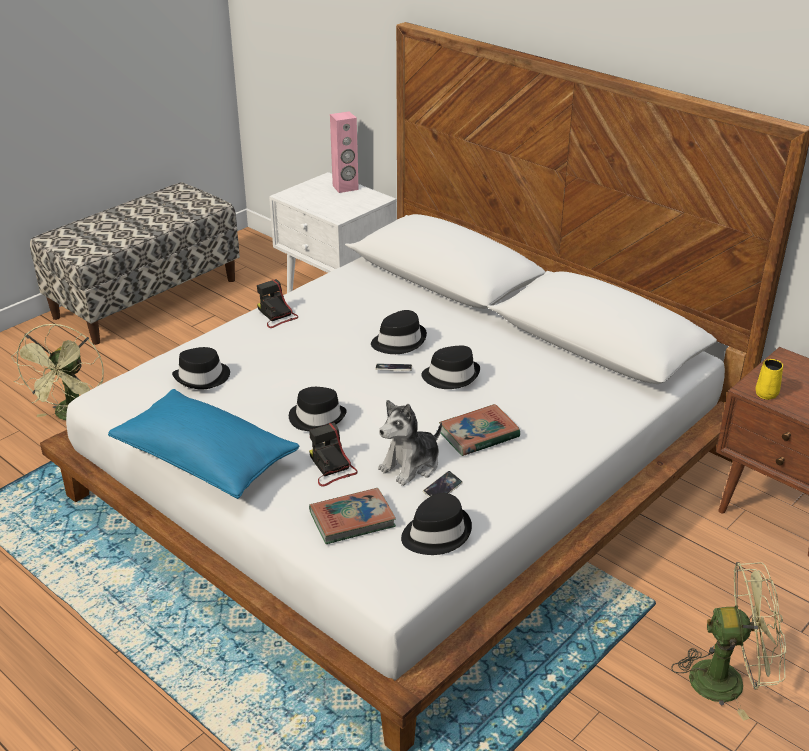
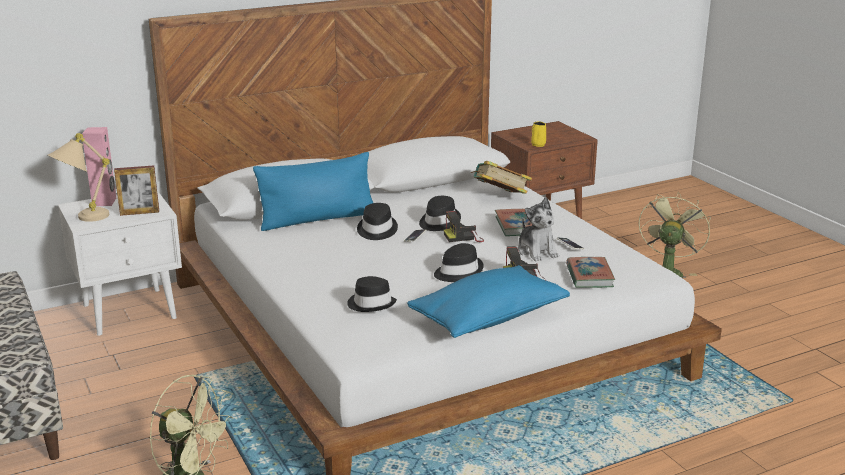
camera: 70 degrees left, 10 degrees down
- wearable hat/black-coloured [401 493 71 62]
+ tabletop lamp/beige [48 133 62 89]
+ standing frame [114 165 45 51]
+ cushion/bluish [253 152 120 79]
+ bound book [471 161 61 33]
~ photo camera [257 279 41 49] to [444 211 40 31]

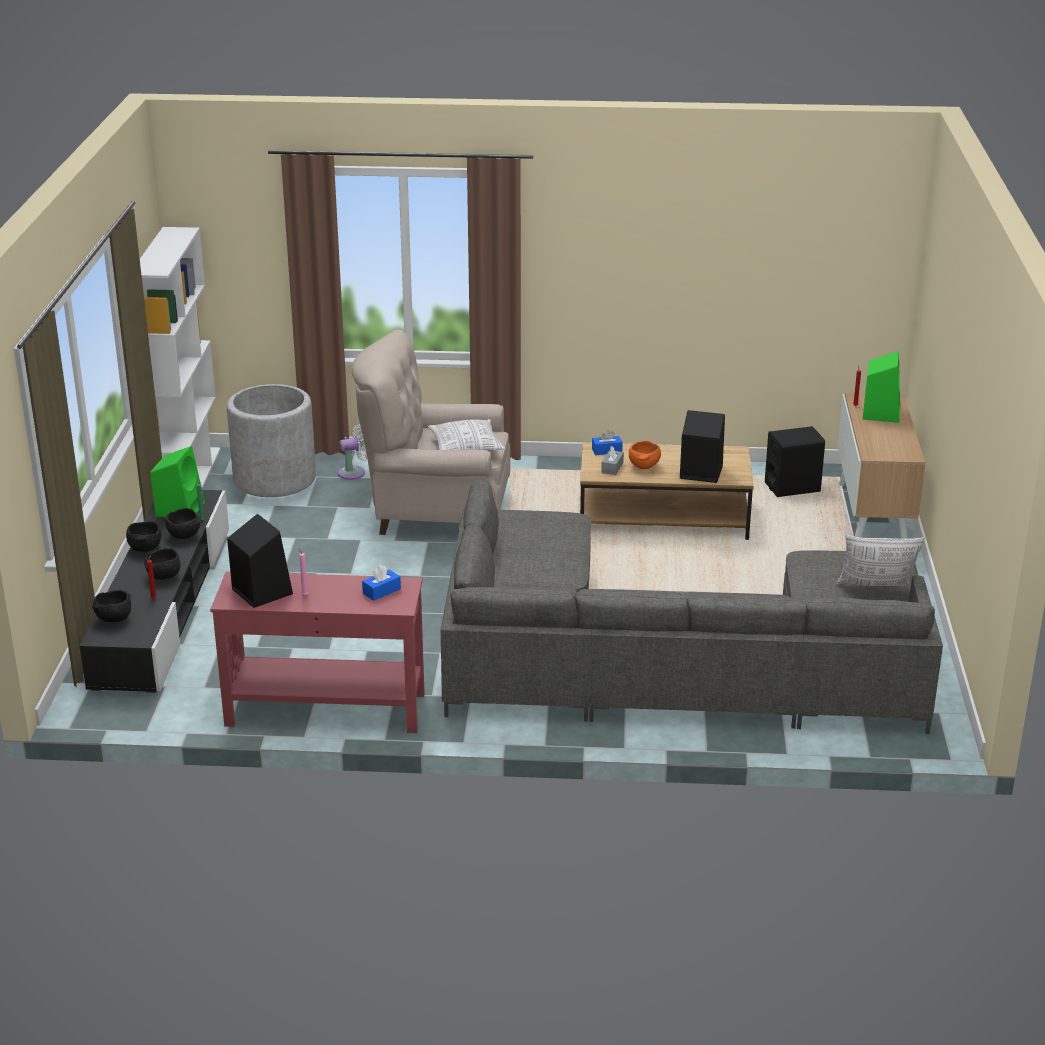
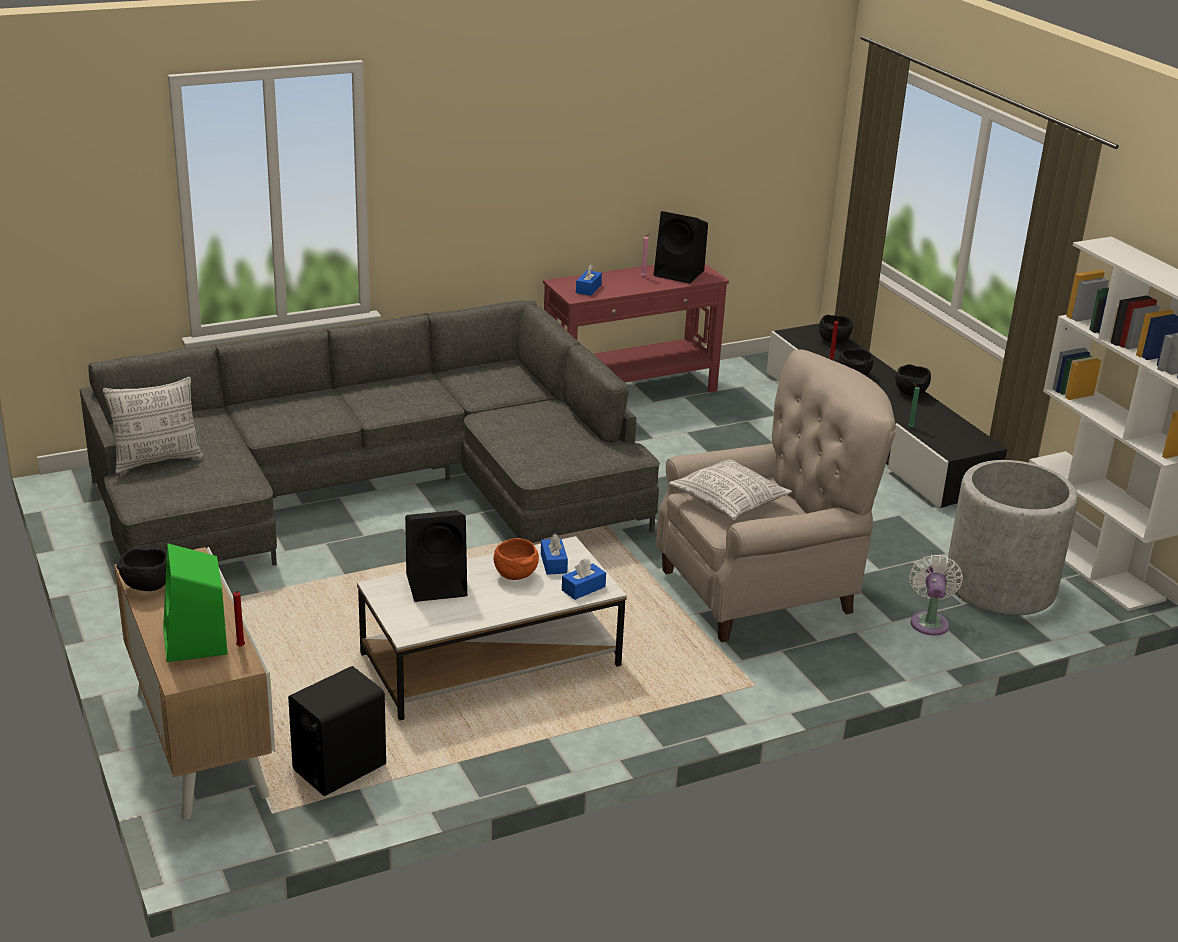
camera: 150 degrees right, 0 degrees up
- speaker/greenish [150 446 55 71]
~ deep dish/black-coloured [164 508 37 31] to [116 548 51 43]
~ low table/brown-coloured [580 443 174 97] to low table/white-coloured [357 536 270 185]
~ tissue box/grey [601 446 23 29] to tissue box/bluish [541 534 27 41]
~ electric fan/white-coloured [338 425 30 55] = [909 555 54 81] 150 degrees clockwise

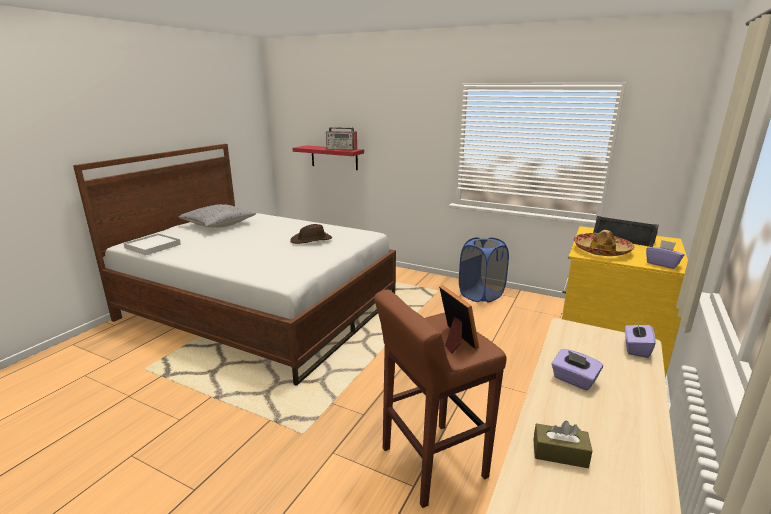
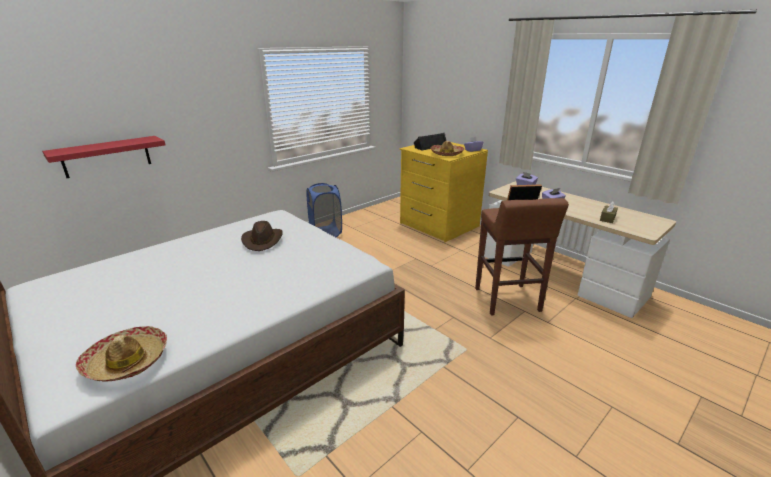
camera: 70 degrees left, 5 degrees up
- cushion/grey [179 204 77 24]
- radio set [326 127 31 24]
~ serving tray/white-coloured [124 233 57 22] to wearable hat [76 326 91 56]

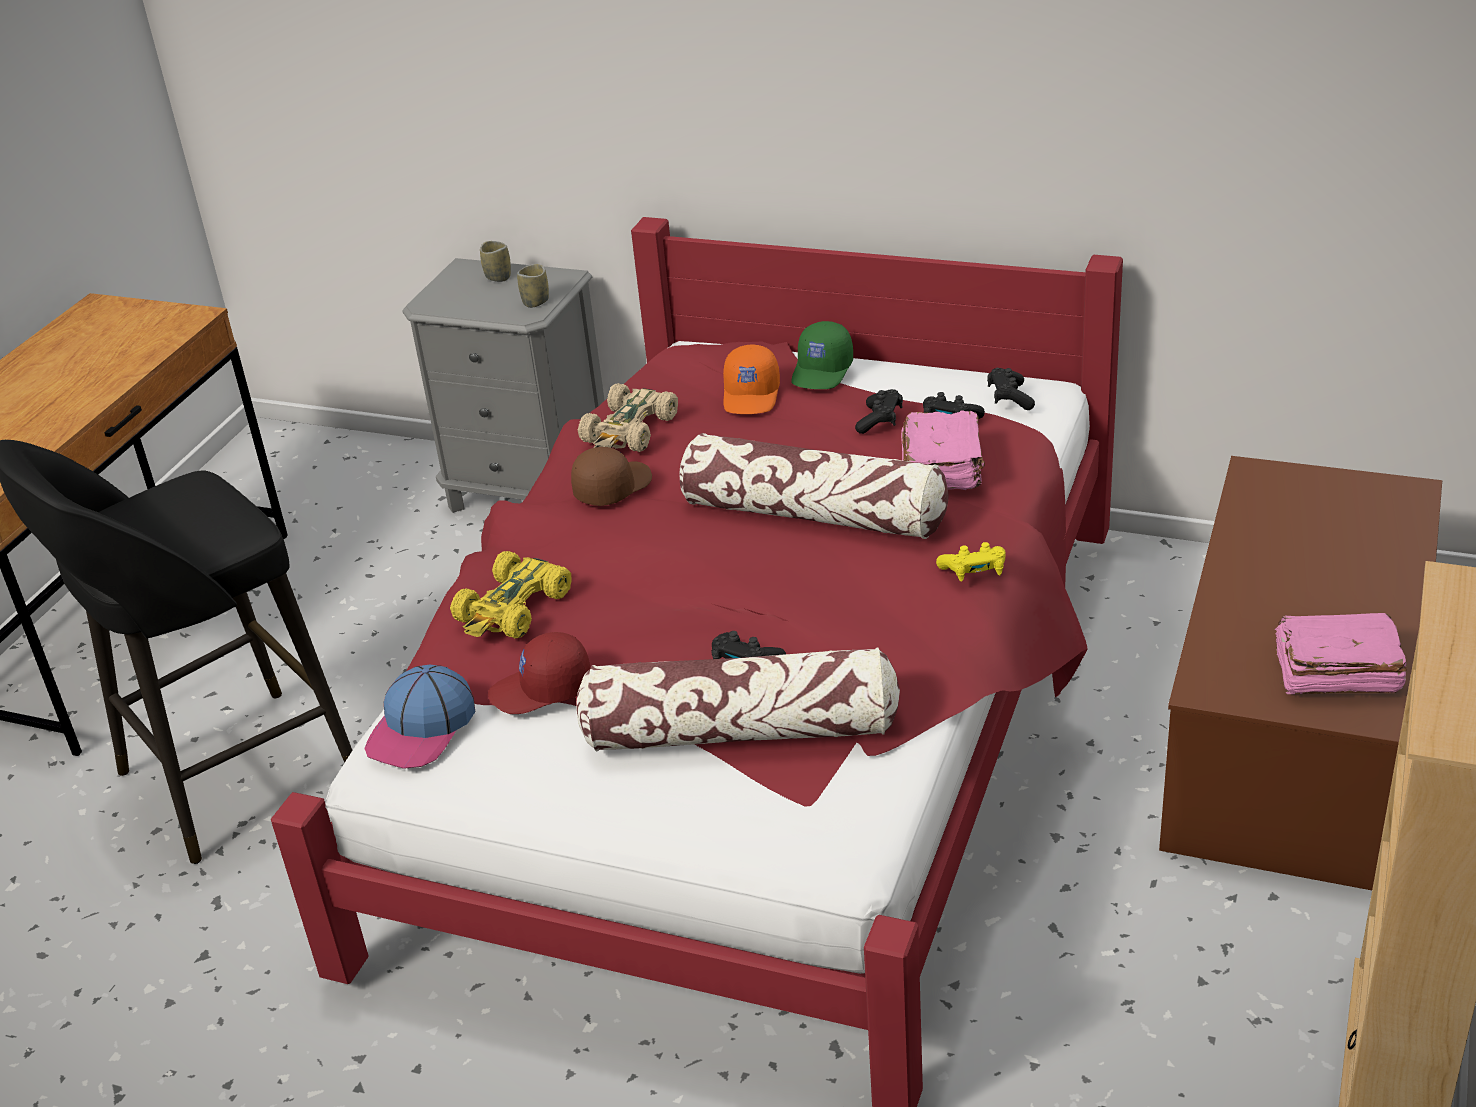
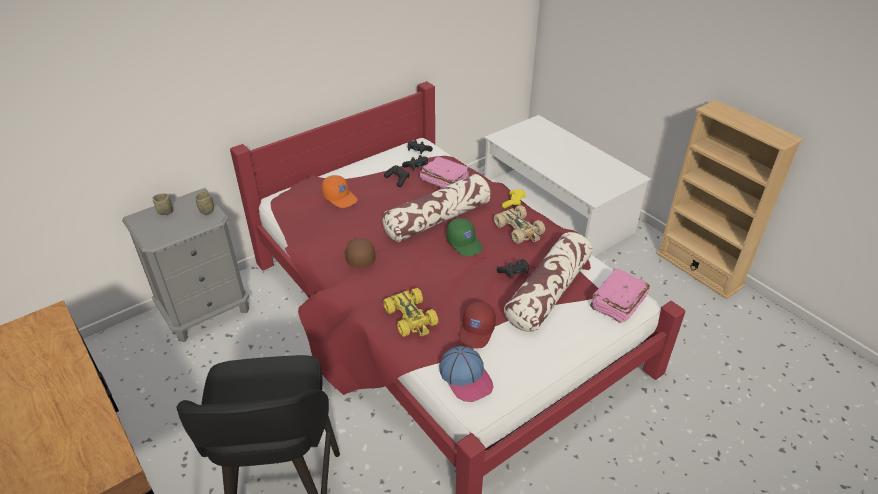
camera: 60 degrees left, 5 degrees up
~ miniature car/beige [578 383 100 69] to [494 205 51 39]
~ peaked cap/greenish [791 321 62 68] to [446 218 37 38]
~ bound book/pink-coloured [1275 613 132 81] to [590 269 60 54]
~ low table/brown-coloured [1159 456 283 434] to low table/white-coloured [484 115 167 141]

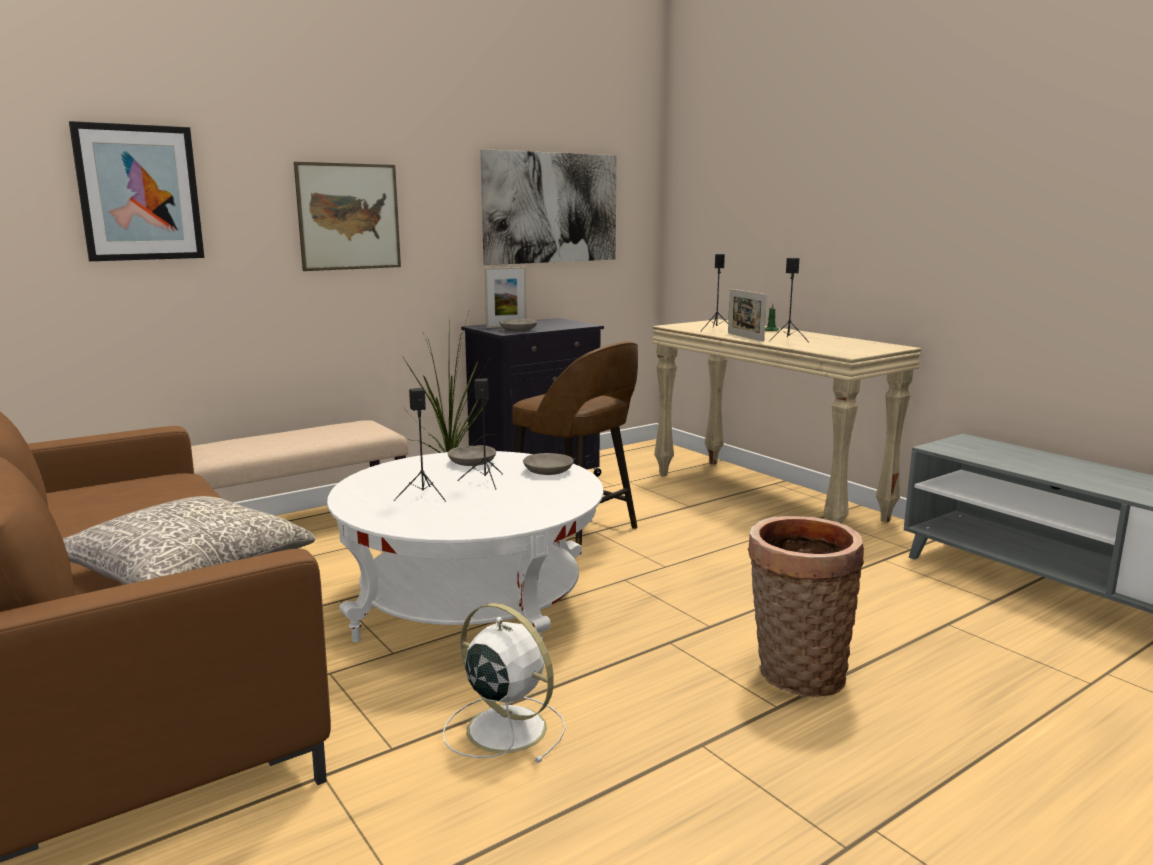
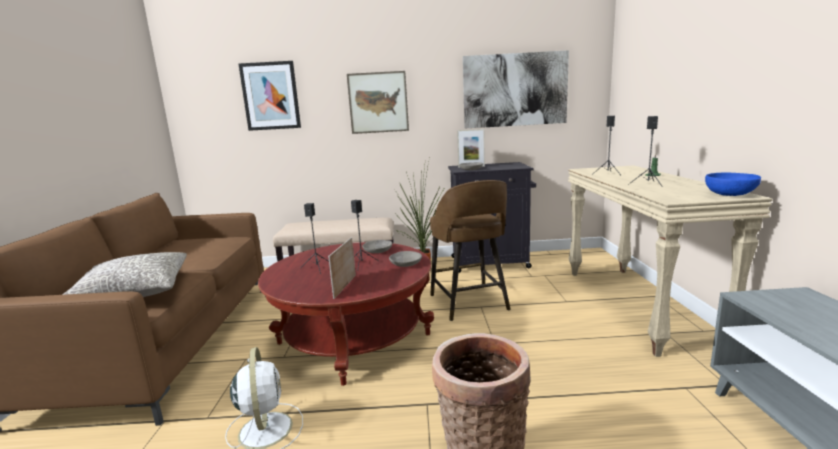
camera: 35 degrees right, 0 degrees up
+ deep dish/bluish [705 173 56 23]
~ standing frame [728 289 39 53] to [328 237 28 62]
~ low table/white-coloured [327 451 276 191] to low table/red-coloured [258 242 176 144]

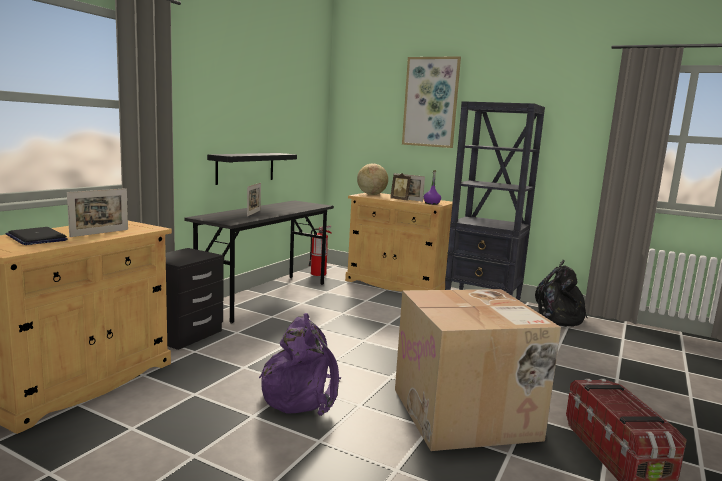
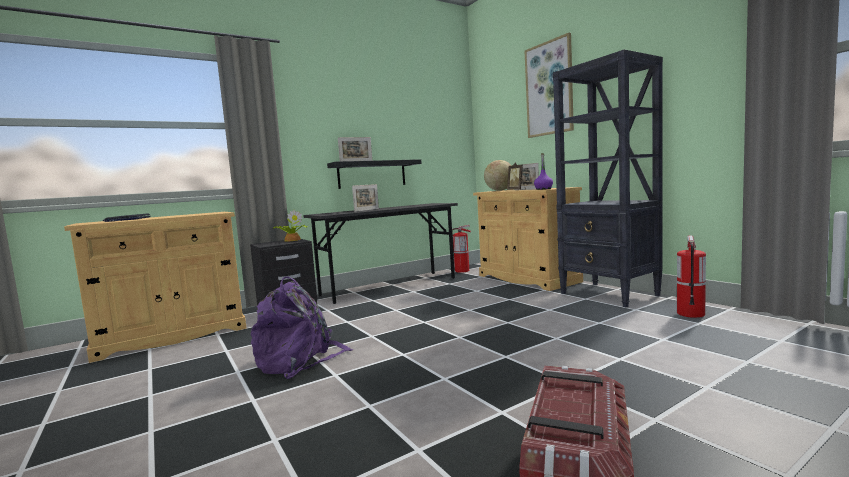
camera: 30 degrees right, 5 degrees down
- carton [395 289 166 162]
+ houseplant [273 210 34 32]
~ standing frame [67 188 61 49] to [338 137 34 24]
~ backpack/black-coloured [535 260 53 67] to fire extinguisher [677 236 29 82]

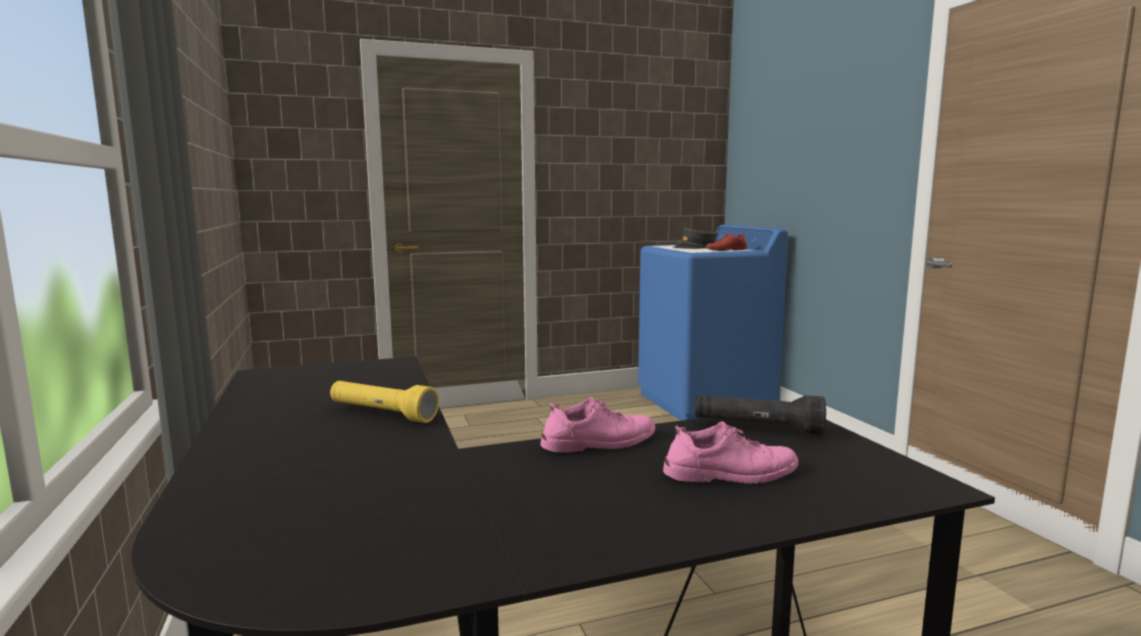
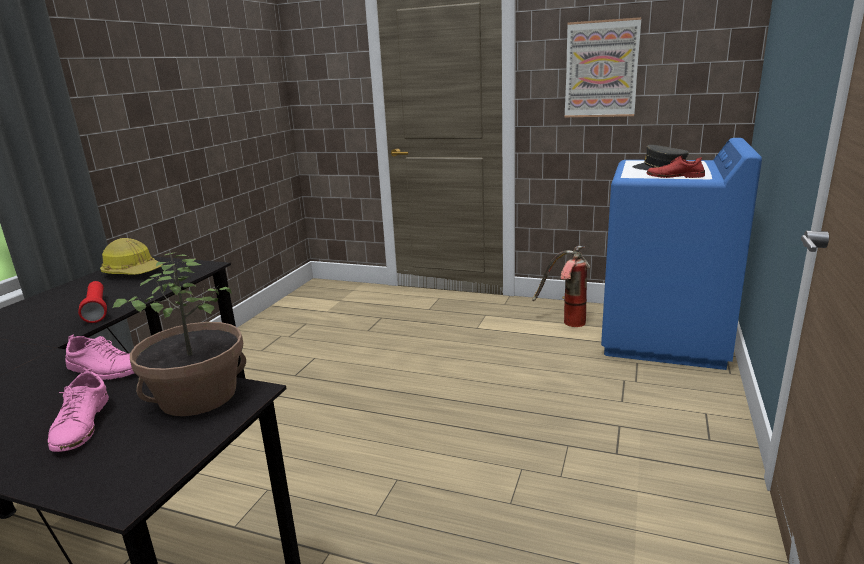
camera: 40 degrees right, 10 degrees up
+ hard hat [100 238 63 37]
+ fire extinguisher [532 246 58 81]
+ picture [565 17 76 100]
~ torch/black-coloured [695 395 131 40] to houseplant [113 252 133 164]
~ torch/yellow [330 381 109 42] to torch/red-coloured [78 281 29 42]
~ low shoe/pink-coloured [663 421 135 63] = [48 369 61 83] 45 degrees clockwise

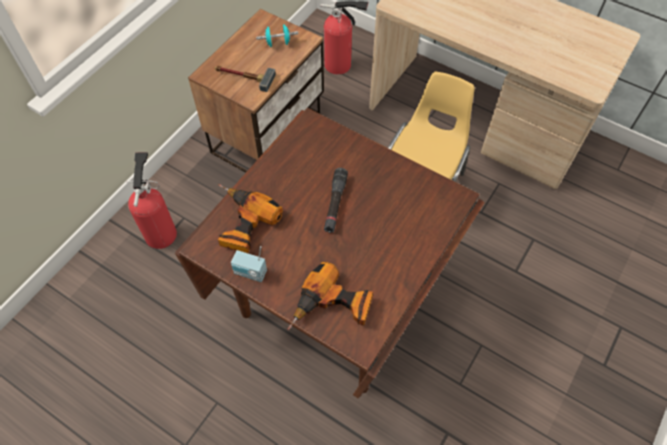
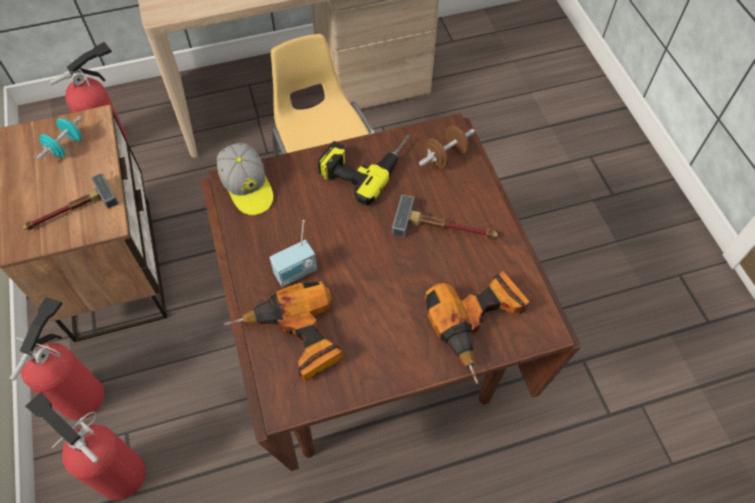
camera: 50 degrees left, 0 degrees up
- torch/black-coloured [324 168 24 65]
+ fire extinguisher [9 297 95 123]
+ peaked cap [217 143 56 72]
+ electric drill [318 134 93 72]
+ hammer [392 194 106 45]
+ hand weight/brown-coloured [419 125 56 43]
~ radio set [231 246 36 36] to [270 220 47 67]

